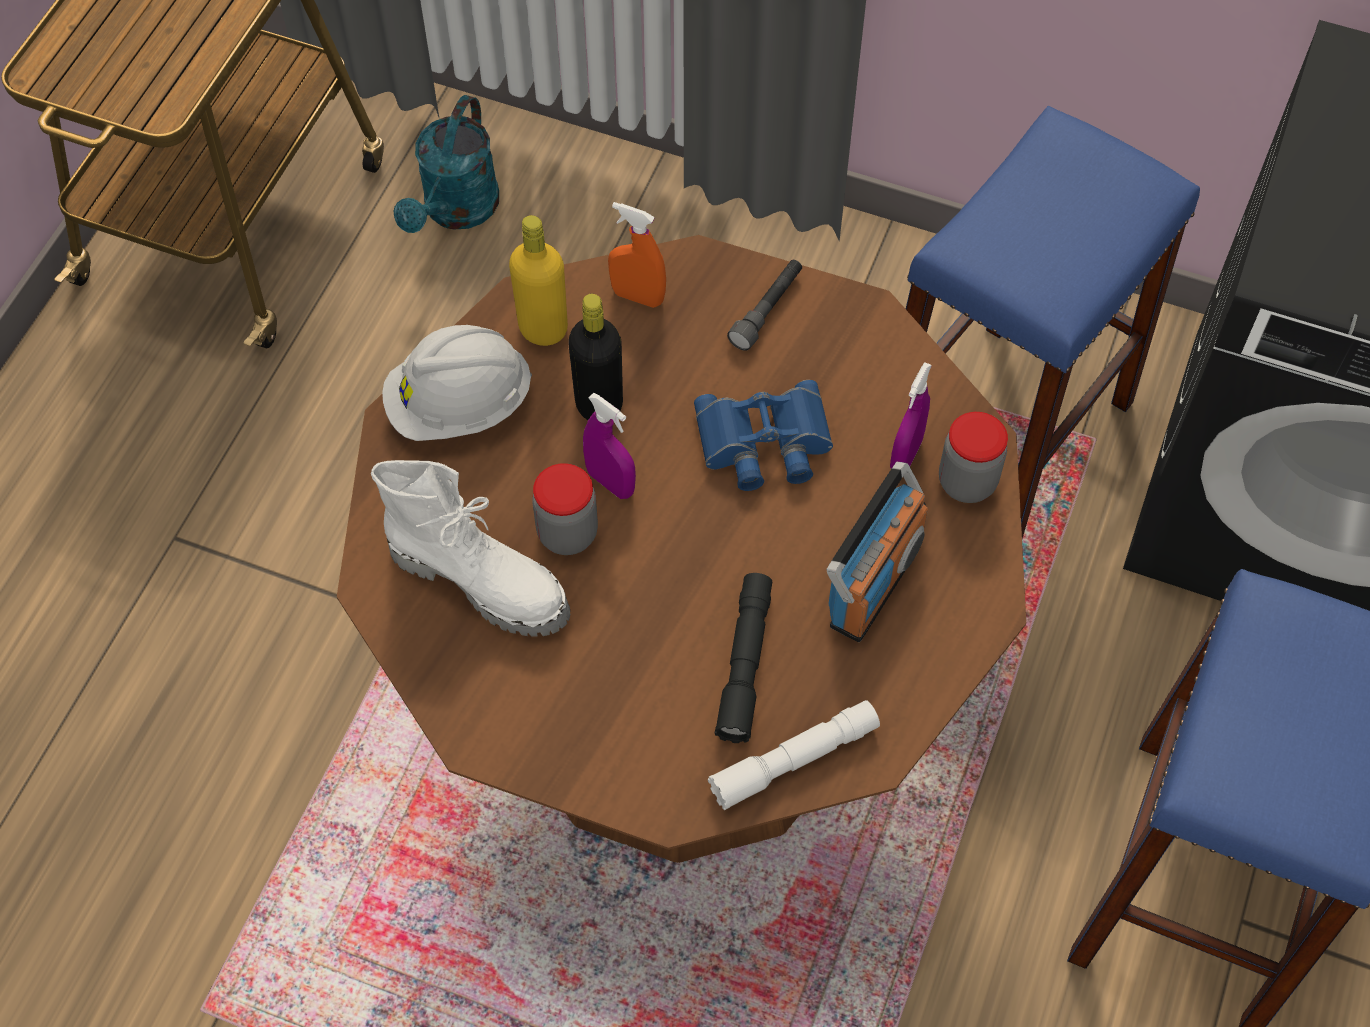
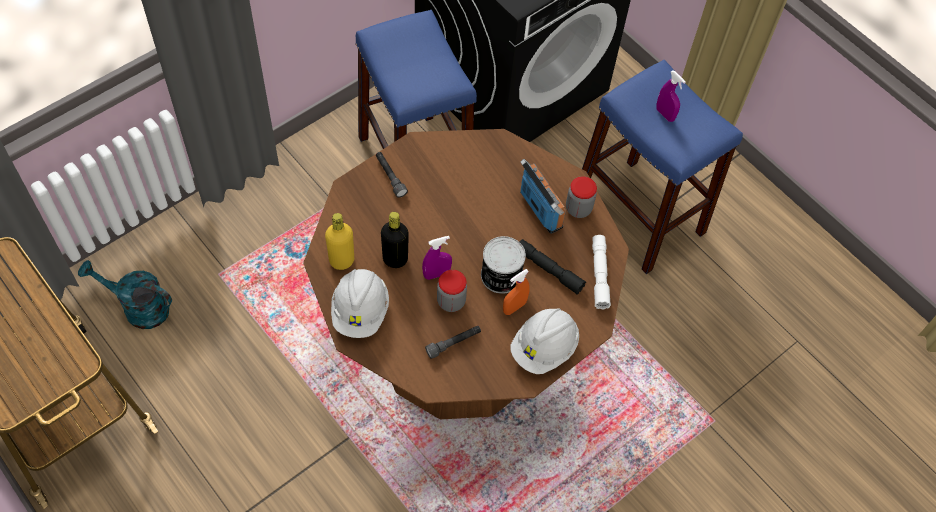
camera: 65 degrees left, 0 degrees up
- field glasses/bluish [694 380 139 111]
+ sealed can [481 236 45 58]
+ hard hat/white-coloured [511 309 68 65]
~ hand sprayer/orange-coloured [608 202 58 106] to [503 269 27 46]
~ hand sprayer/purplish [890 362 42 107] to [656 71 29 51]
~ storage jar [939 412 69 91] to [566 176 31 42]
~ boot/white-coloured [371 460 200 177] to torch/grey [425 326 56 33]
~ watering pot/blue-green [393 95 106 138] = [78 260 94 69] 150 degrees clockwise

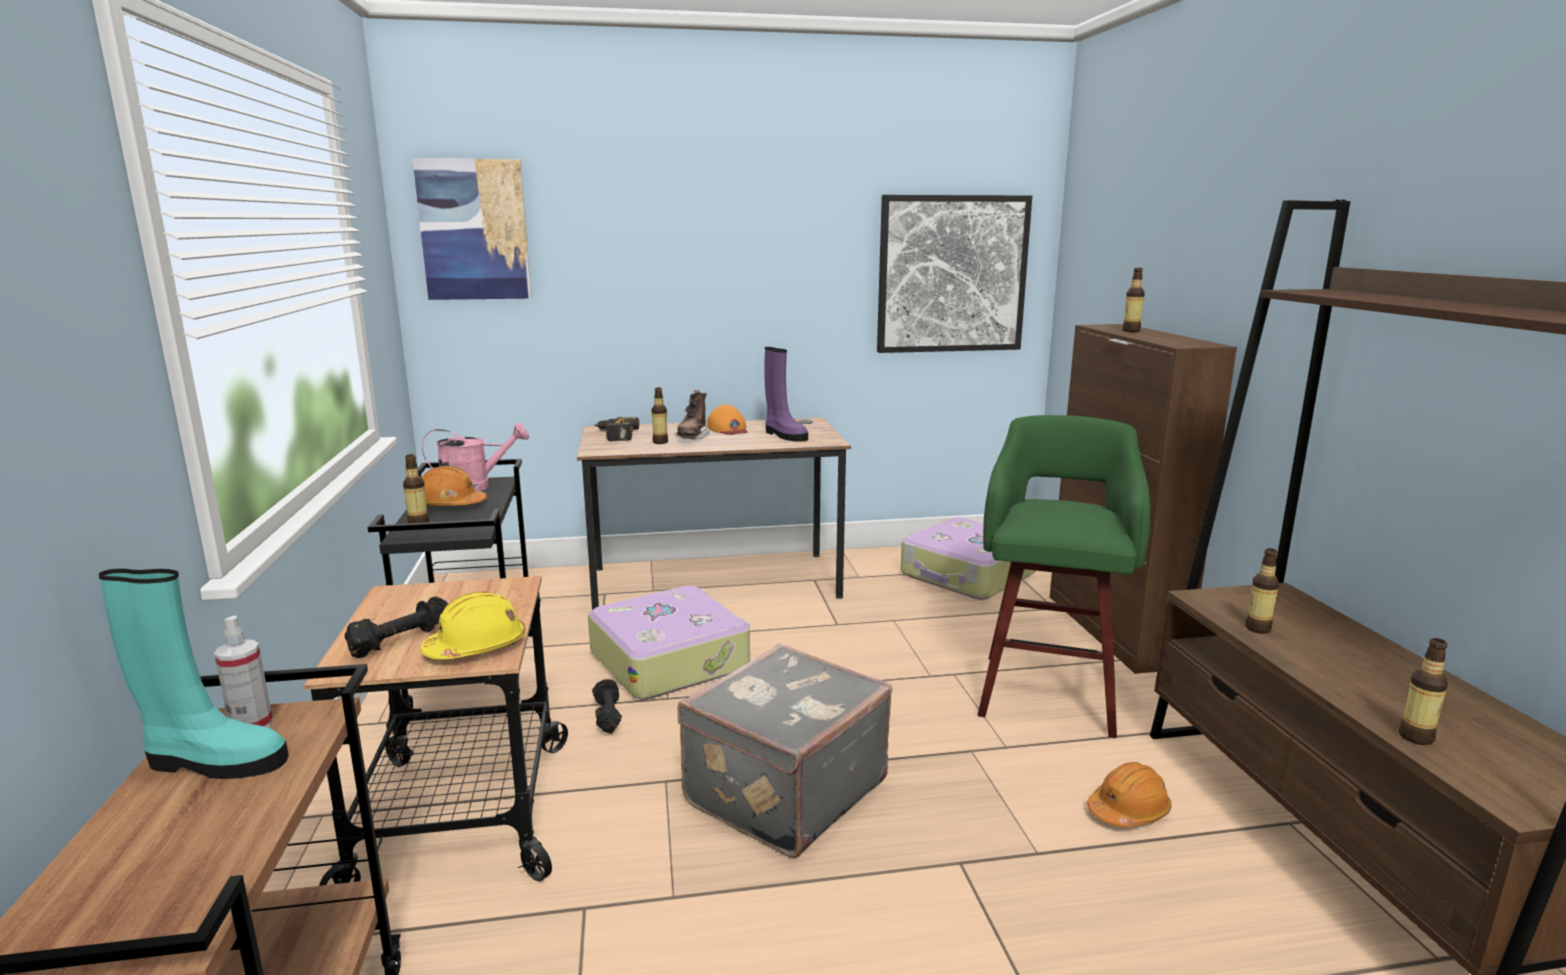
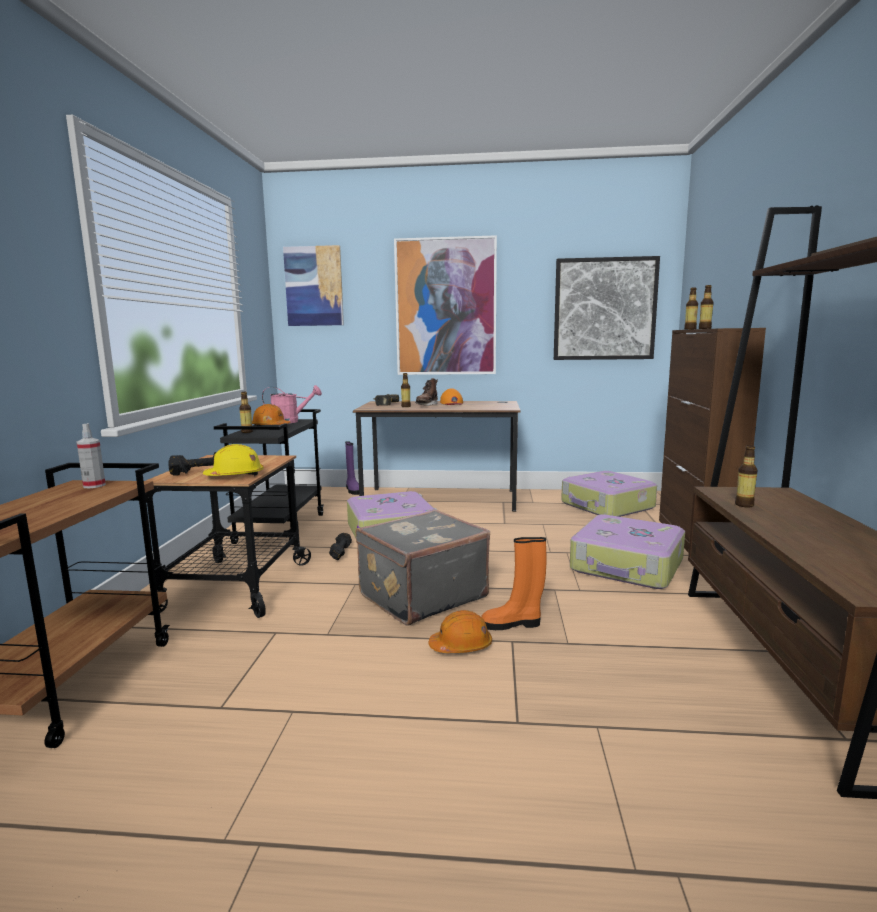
camera: 15 degrees right, 5 degrees down
- boot/blue-green [99 569 190 210]
+ picture [394 235 103 140]
+ boot/orange-coloured [481 537 65 93]
~ boot/purplish [764 347 44 95] to [345 441 14 54]
~ hard hat/orange-coloured [1087 762 84 65] to [428 610 64 43]
~ drink bottle [1398 638 50 107] to [684 287 14 43]
~ stool/greenish [978 415 173 323] to travel case [570 515 115 74]

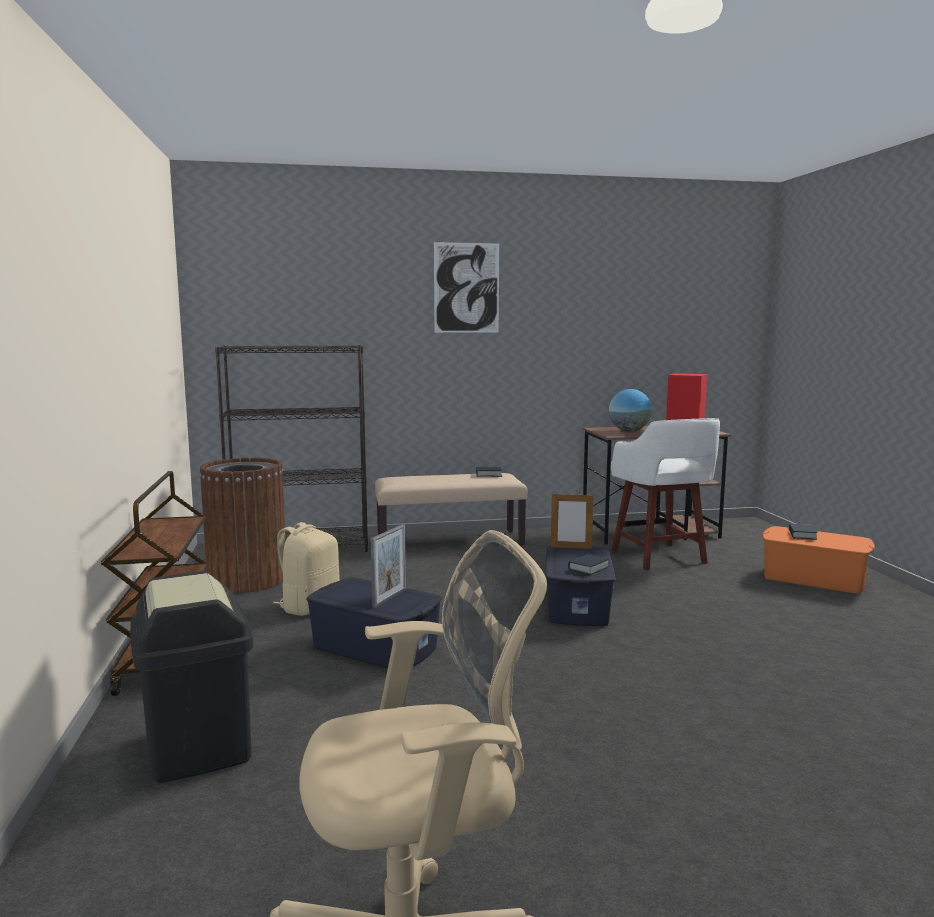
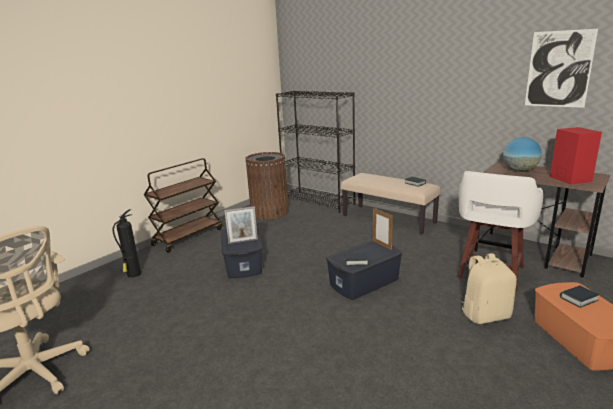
camera: 50 degrees right, 10 degrees up
~ backpack/beige [273 522 67 94] to [462 253 55 71]
~ picture [434 242 65 91] to [525 29 73 79]
~ waste bin/black-coloured [130 571 123 212] to fire extinguisher [113 209 28 69]

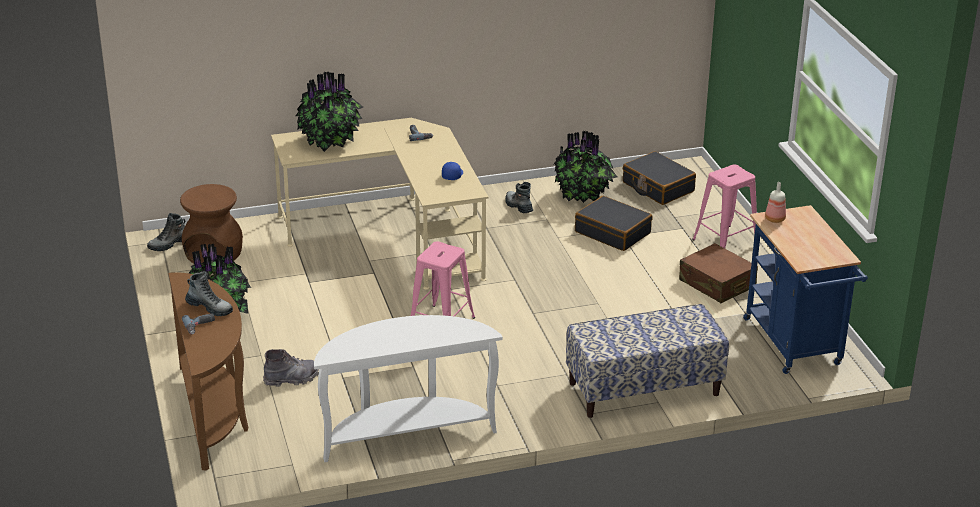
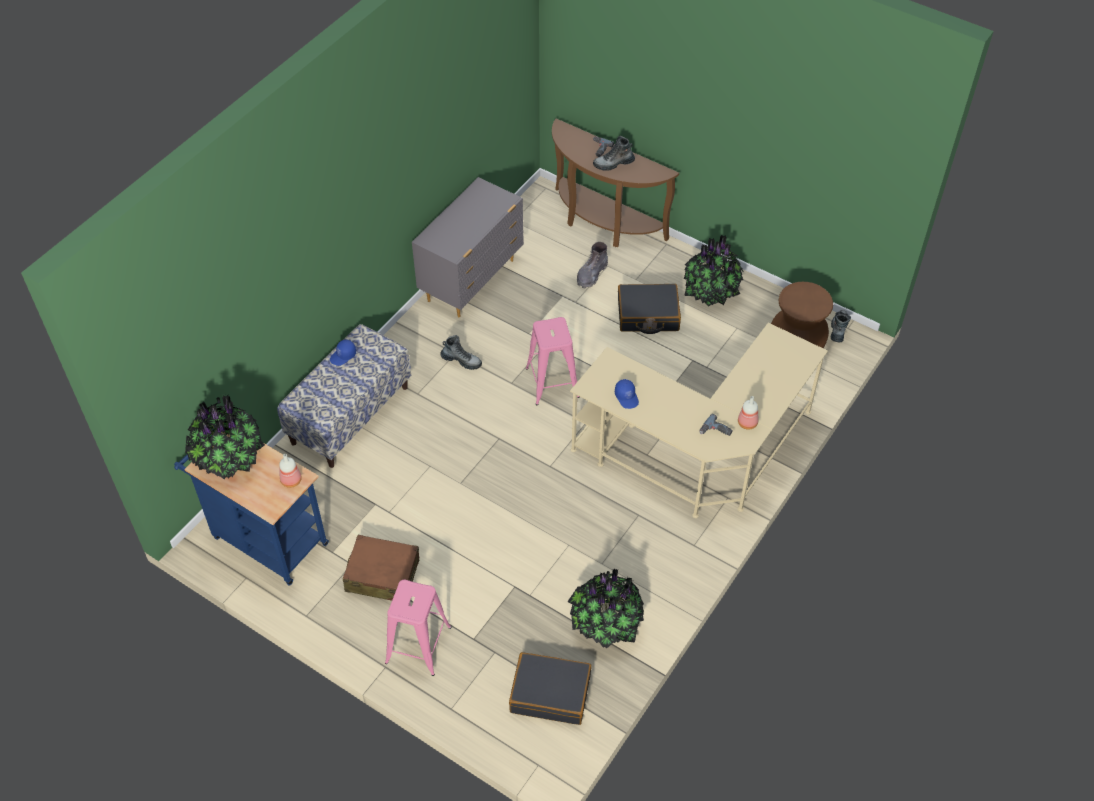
camera: 140 degrees right, 20 degrees up
+ peaked cap/bluish [330 340 26 26]
+ drink bottle [738 396 20 34]
~ houseplant [295 71 68 81] to [185 395 80 84]
~ boot [505 182 28 31] to [440 335 42 35]
~ travel case/black-coloured [575 196 78 55] to [618 284 63 50]
~ hall table/white-coloured [314 315 189 147] to drawer chest/grey [412 177 112 140]

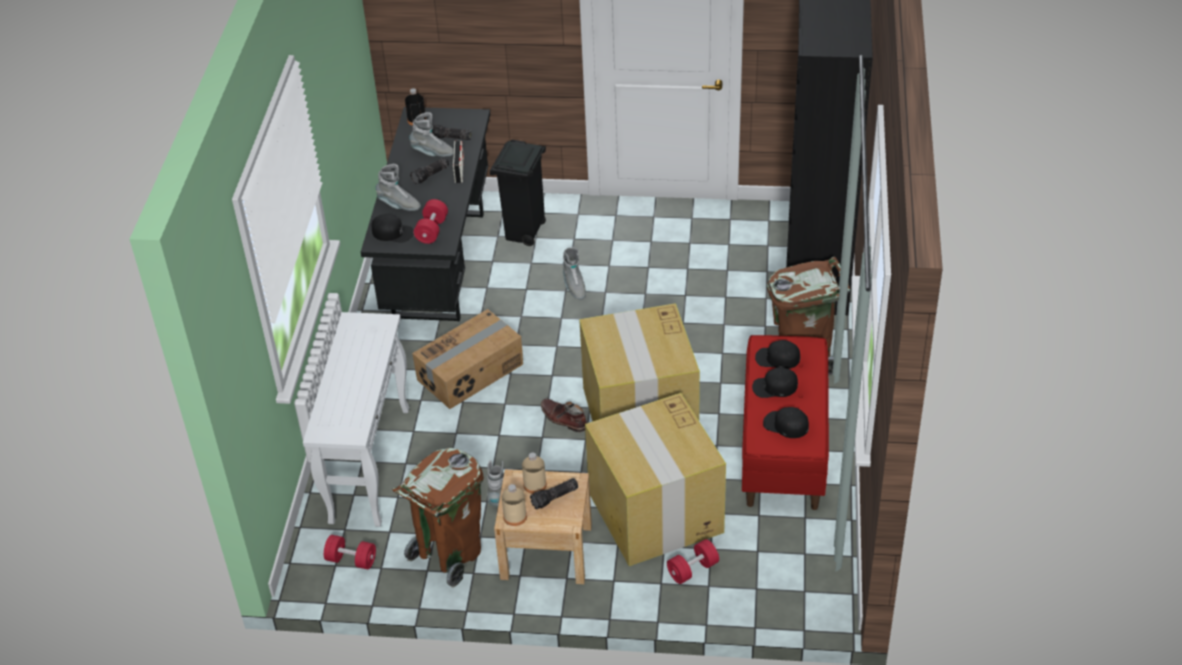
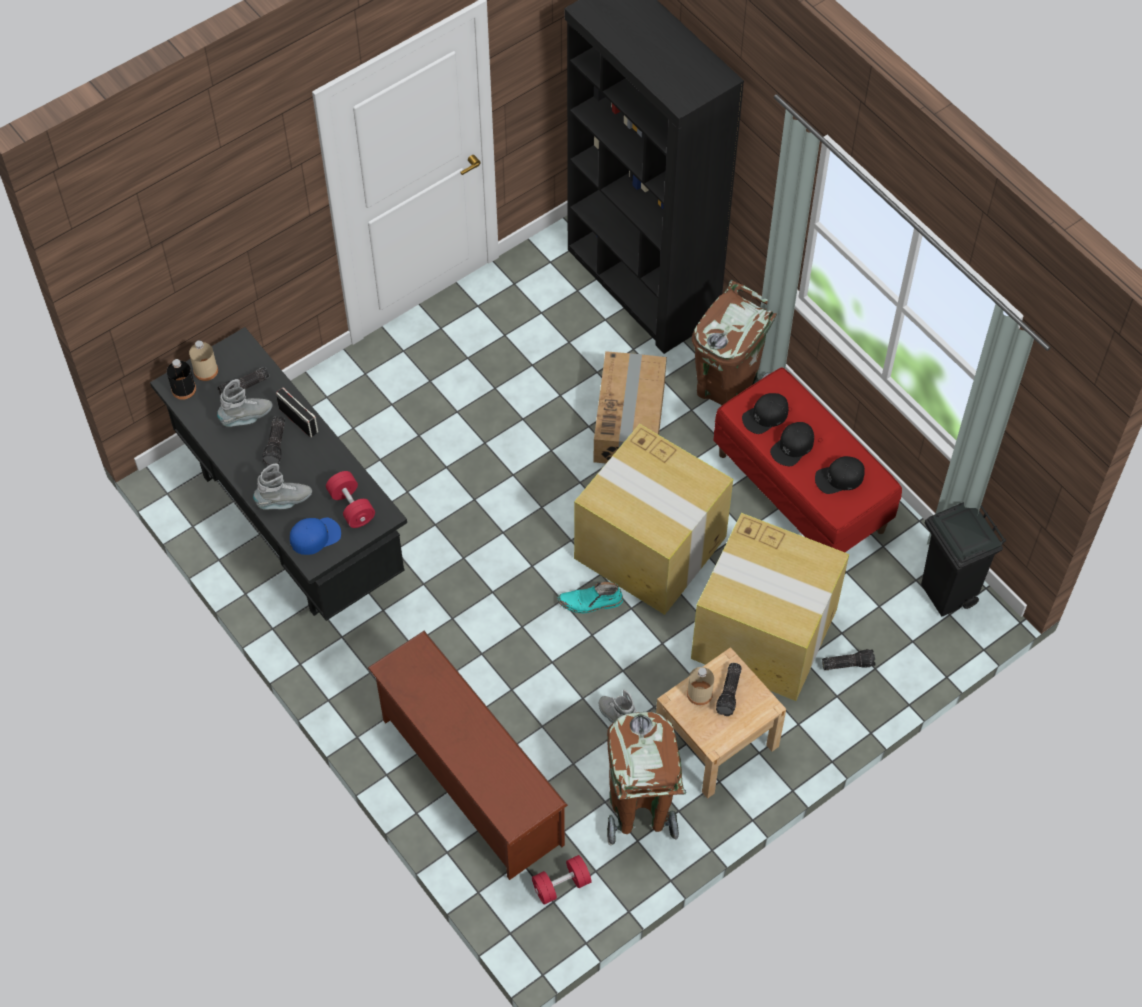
camera: 45 degrees left, 15 degrees up
- boot/grey [562 247 24 53]
~ carton [412 309 111 100] to [593 351 74 113]
~ waste bin/black-coloured [490 139 56 107] to [921 502 85 115]
~ drink bottle/beige [502 484 25 42] to [189 340 29 41]
~ hall table/white-coloured [303 312 106 215] to shoe shelf/brown-coloured [368 631 200 249]
~ hand weight/red-coloured [667 539 52 45] to torch [822 649 54 21]
~ peaked cap/black-coloured [372 214 42 29] to peaked cap/bluish [290 517 51 38]
~ boot/brown-coloured [541 399 46 33] to boot/blue-green [558 582 65 31]

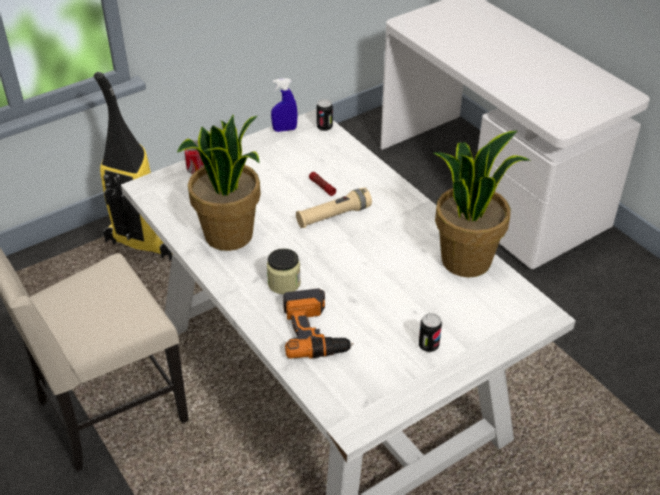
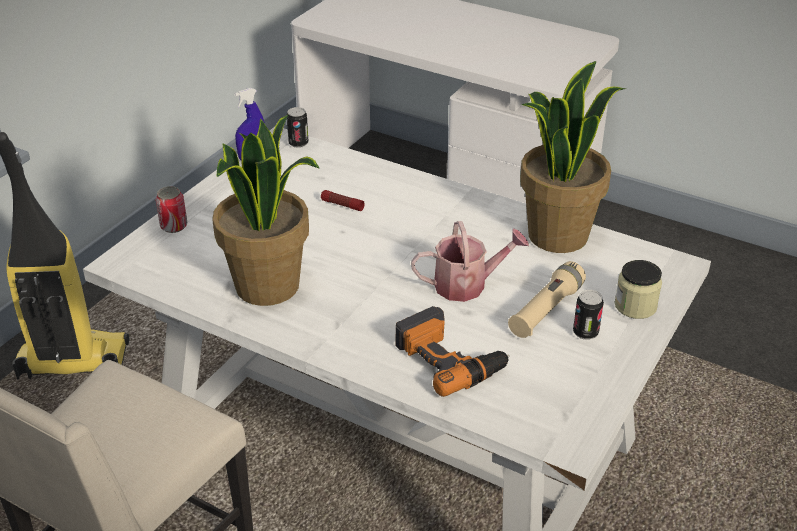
camera: 25 degrees left, 5 degrees down
+ watering pot [411 221 118 81]
~ storage jar [267 248 34 46] to [614 260 48 59]
~ torch/beige [296 187 76 41] to [508 261 78 77]

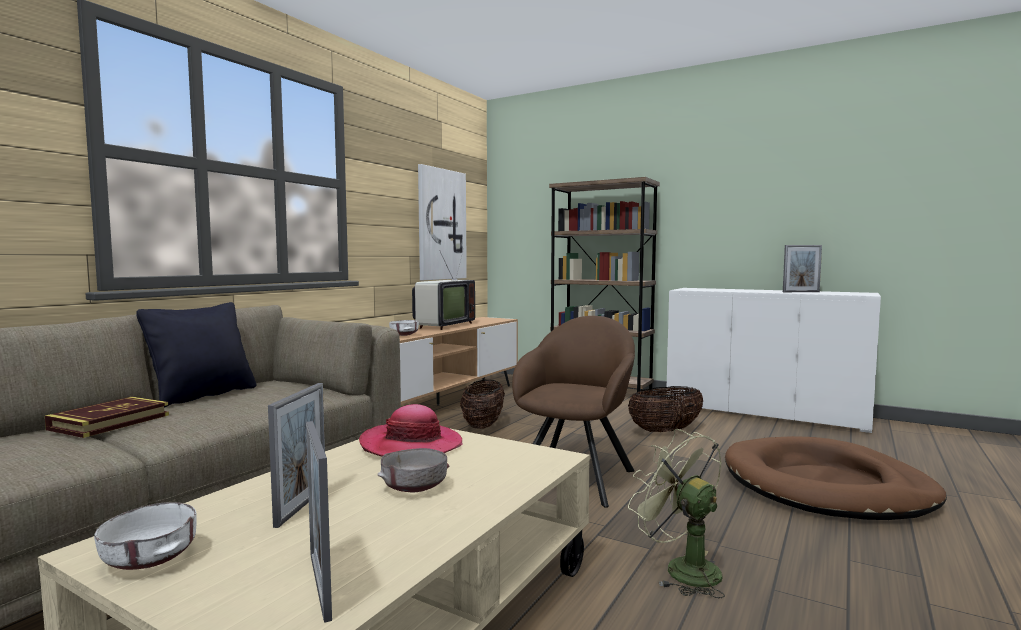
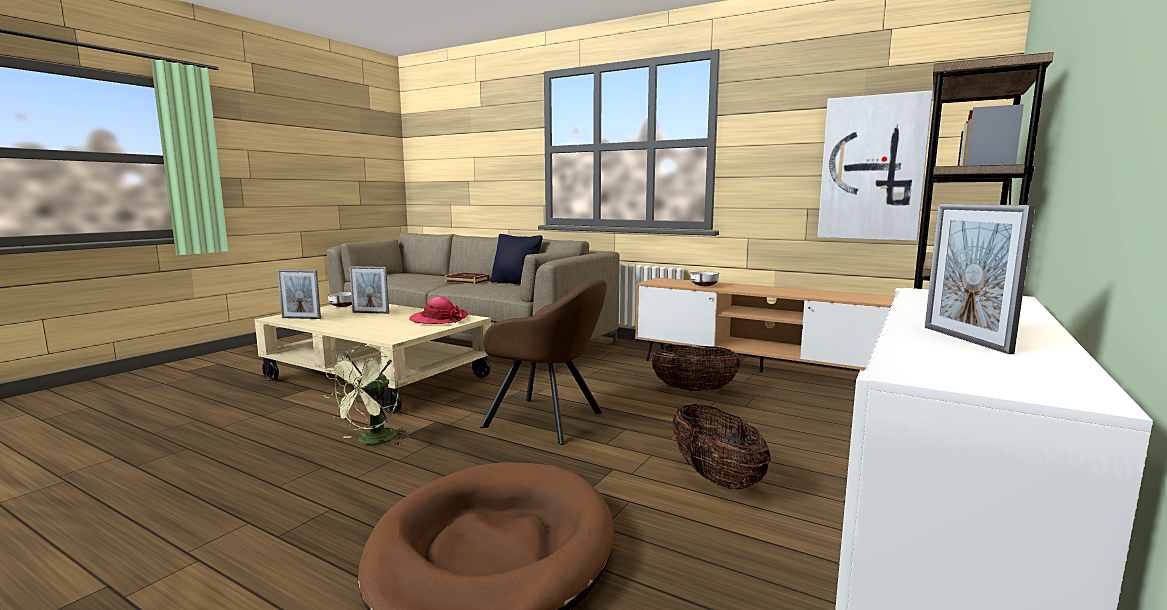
camera: 90 degrees right, 5 degrees up
- deep dish/grey [377 448 72 44]
- television [412 249 63 81]
~ standing frame [306 421 26 202] = [277 270 44 49] 150 degrees counterclockwise
~ electric fan/greenish [628 429 97 169] = [324 345 85 100] 150 degrees clockwise

